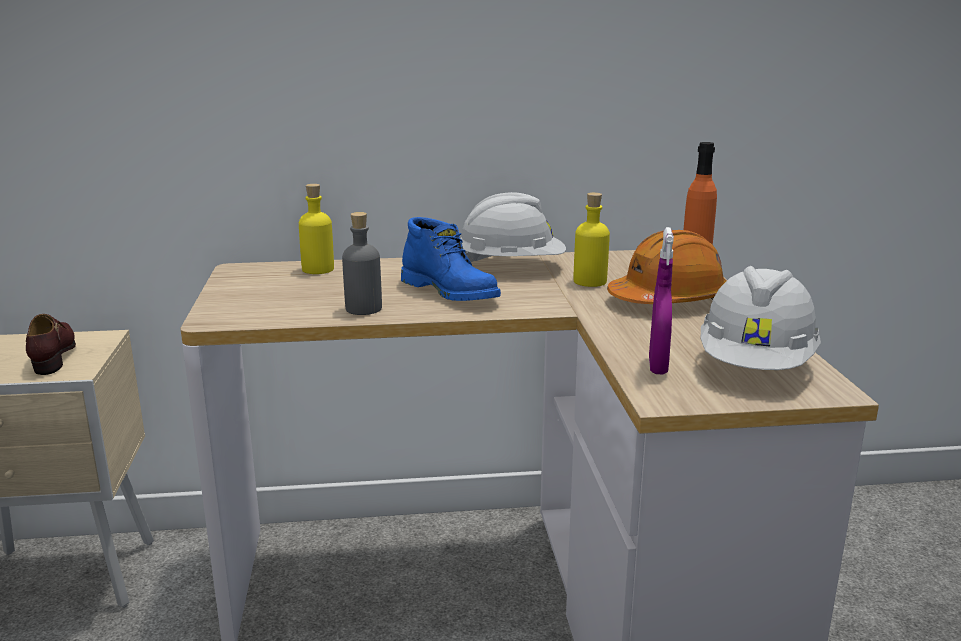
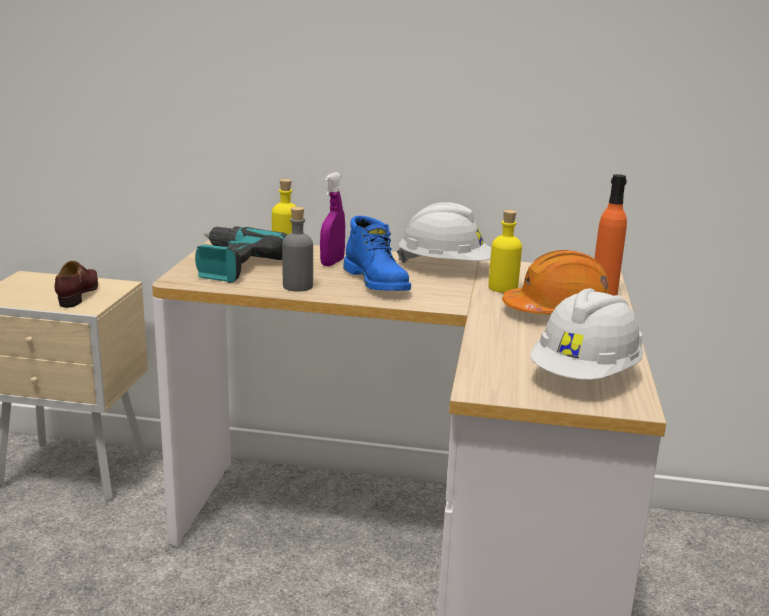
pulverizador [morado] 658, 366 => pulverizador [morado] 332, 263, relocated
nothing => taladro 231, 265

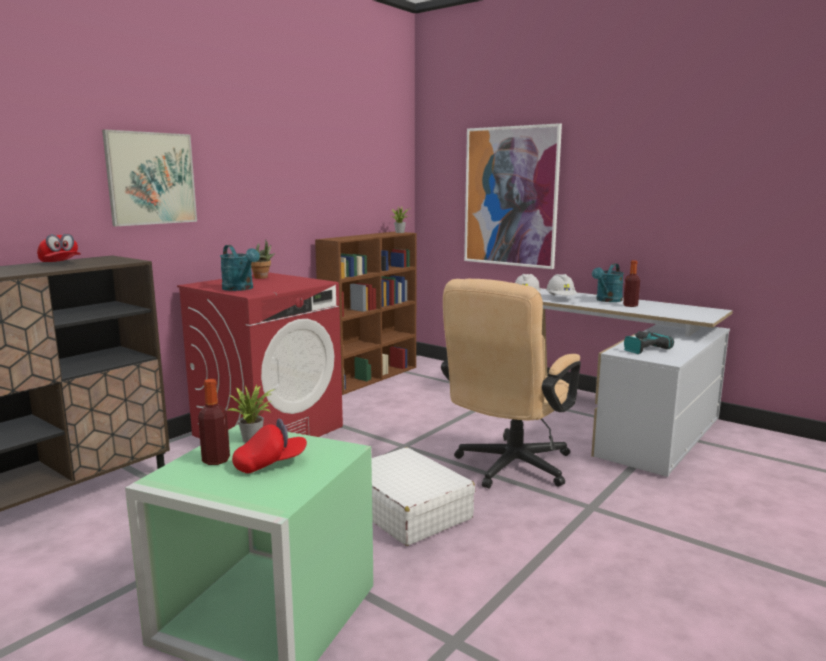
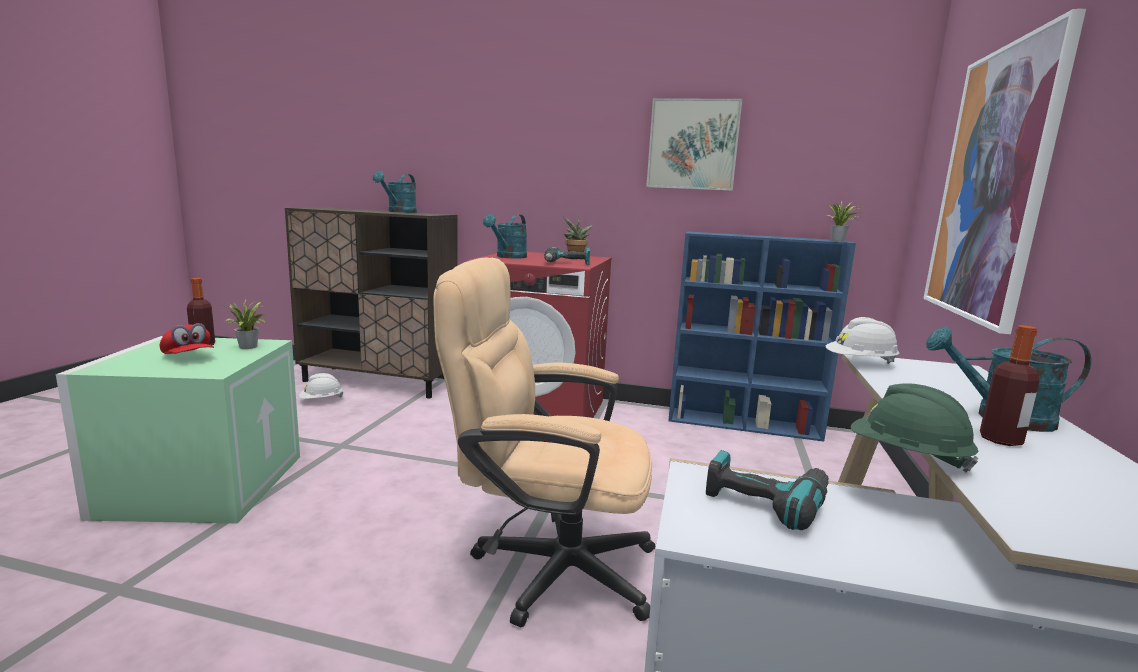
gorra [rojo] 60, 263 => regadera [turquesa] 399, 212
cuadro 151, 178 => cuadro 692, 144, relocated
estantería [marrón] 371, 377 => estantería [azul] 744, 424
maleta [blanco] 407, 510 => nothing
casco [blanco] 560, 298 => casco [blanco] 321, 400, relocated
nothing => taladro 566, 263
nothing => casco [verde] 906, 457

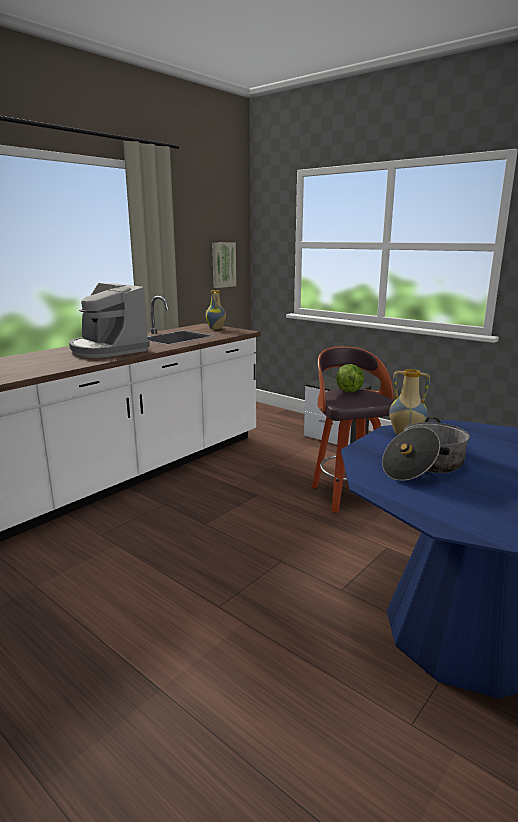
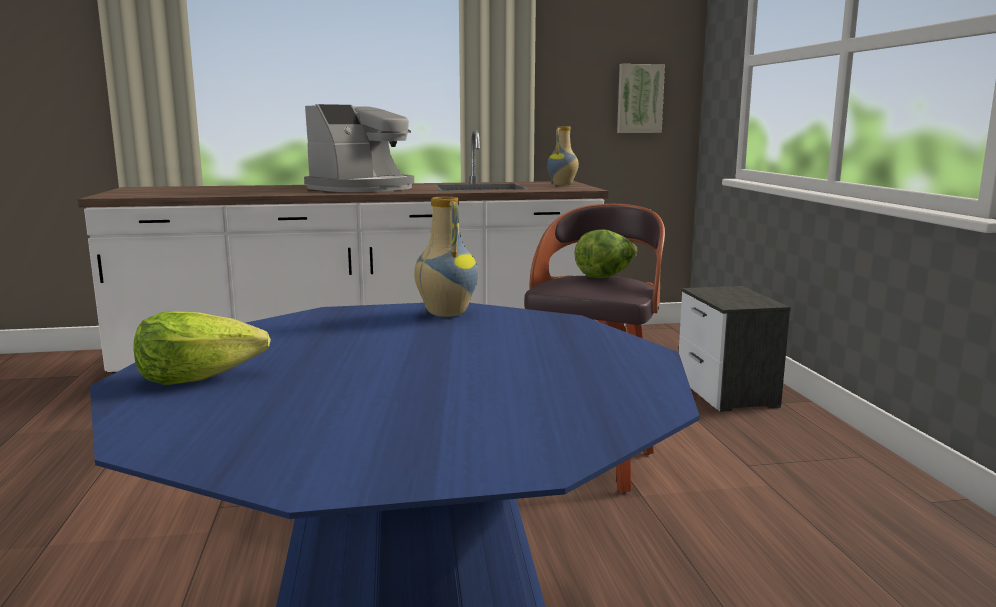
cafetera 107, 350 => cafetera 363, 188, 135 degrees counterclockwise
olla 423, 466 => nothing
nothing => lechuga 199, 378

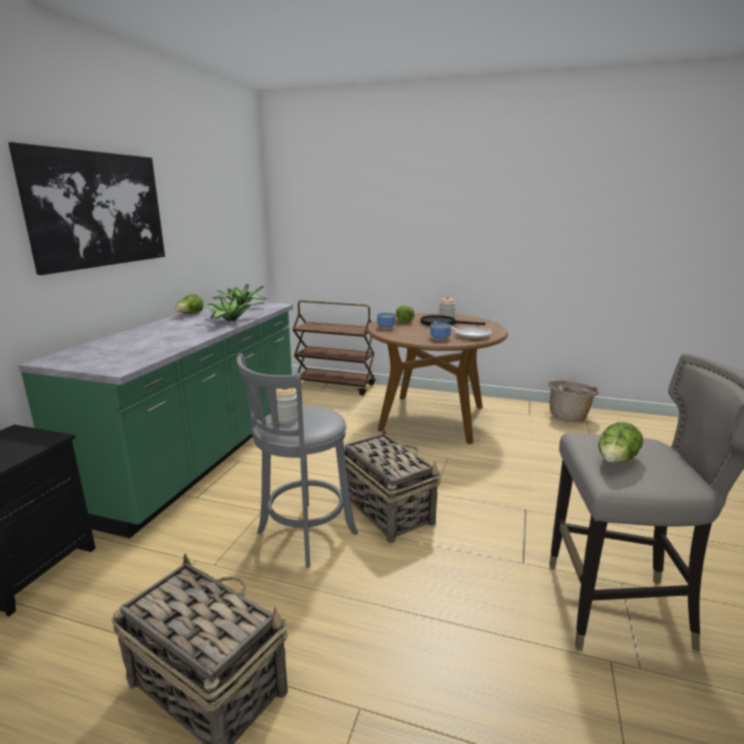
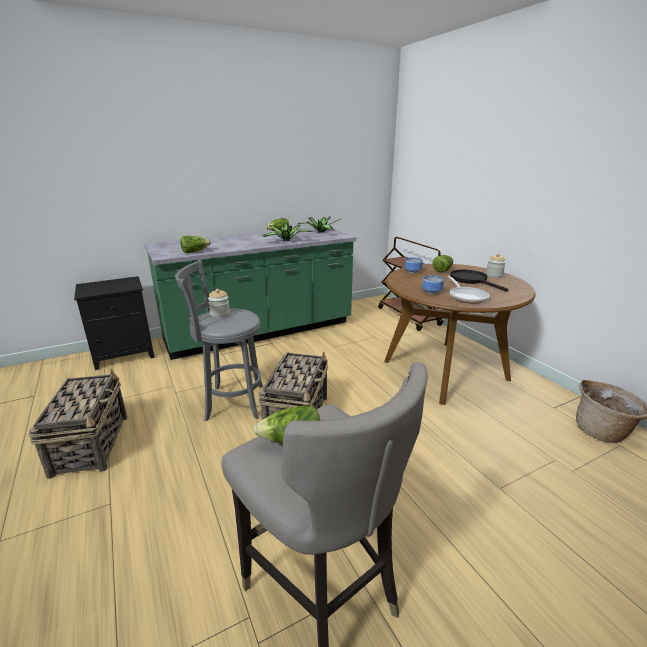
cuadro 98, 209 => nothing
nothing => lechuga 195, 251

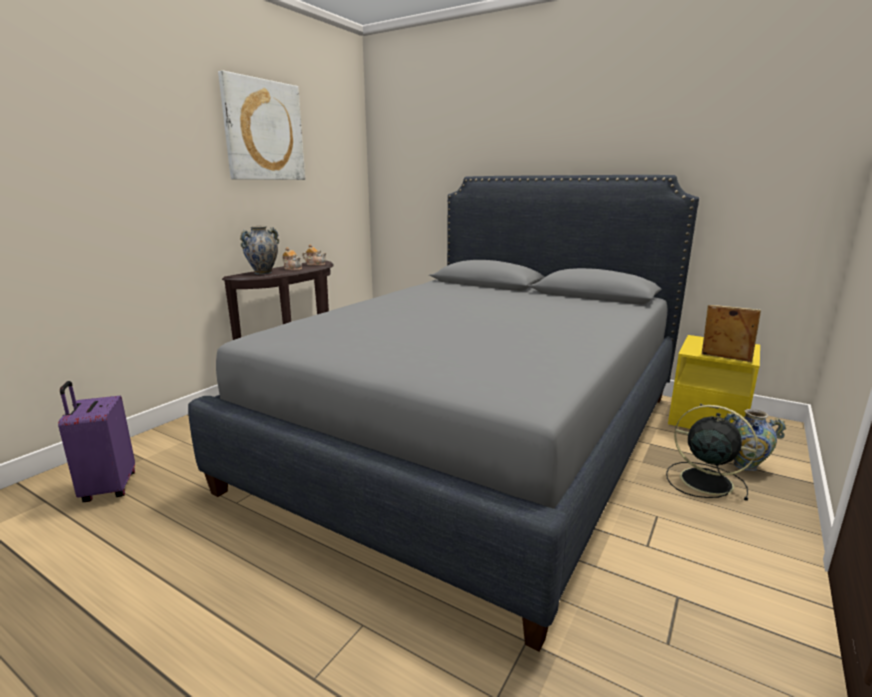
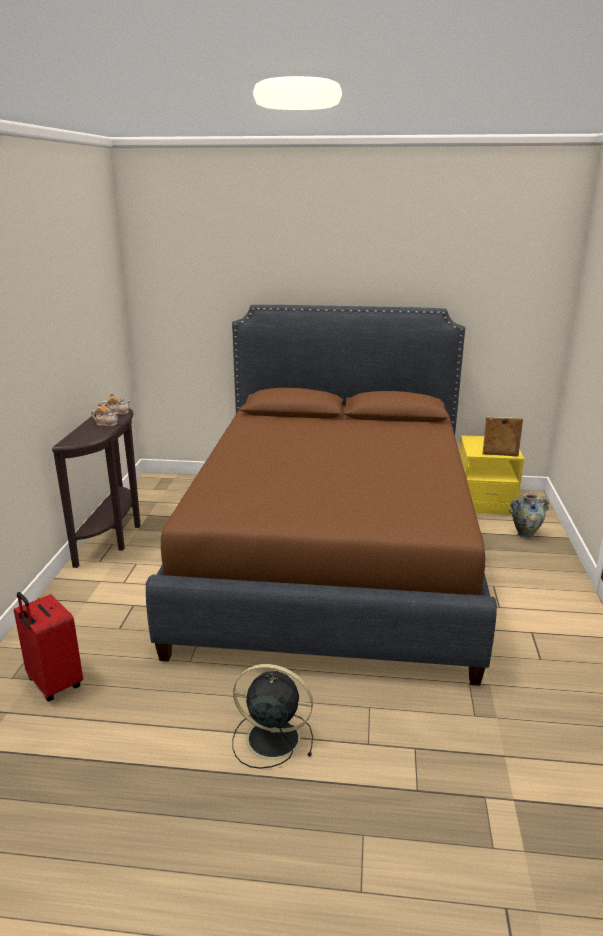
maleta [morado] 108, 488 => maleta [rojo] 53, 684
cama [gris] 477, 438 => cama [marrón] 332, 556
cuadro 263, 130 => nothing
florero 263, 273 => nothing
ventilador [negro] 703, 480 => ventilador [negro] 270, 738, relocated

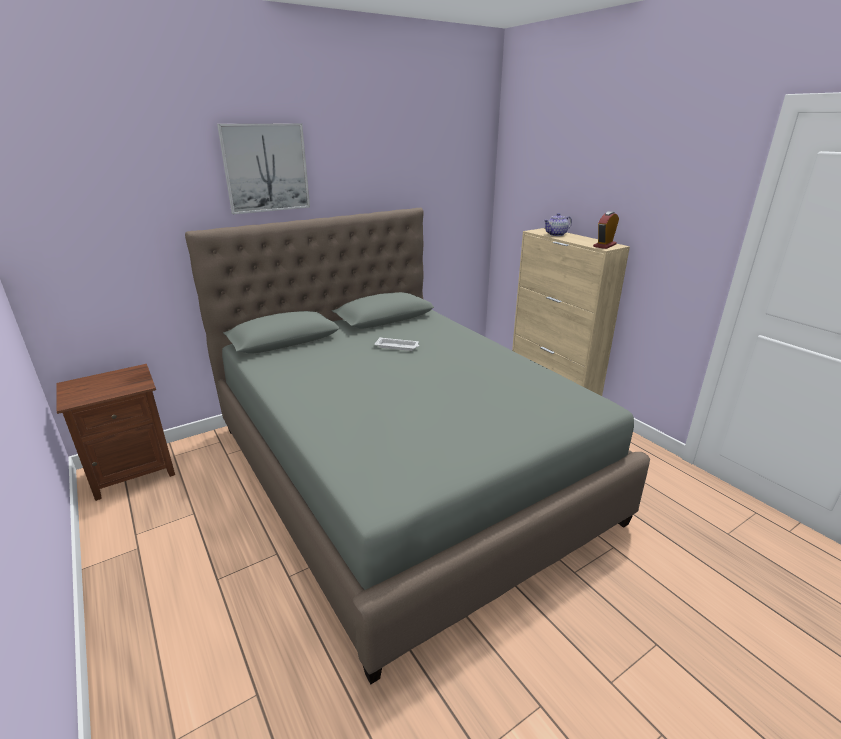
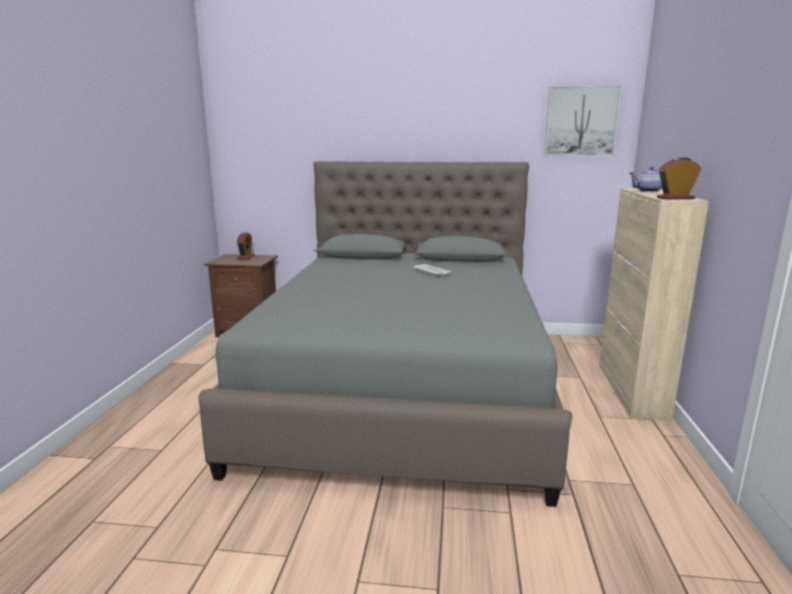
cuadro 265, 168 => cuadro 581, 121, relocated
nothing => despertador 246, 257

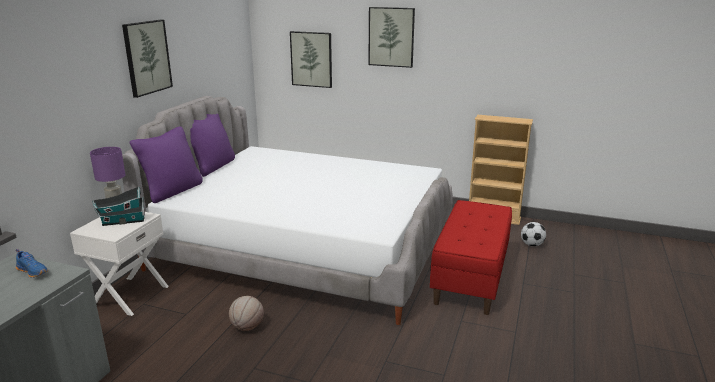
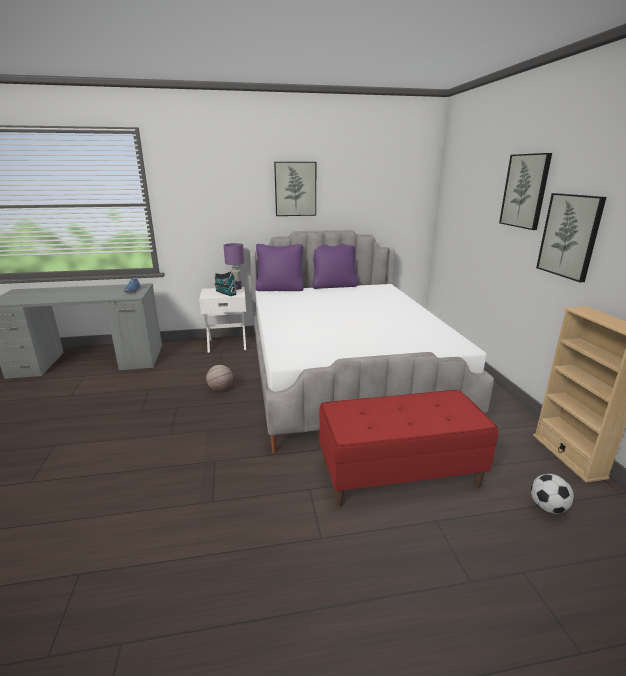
cuadro 311, 59 => cuadro 570, 236, relocated

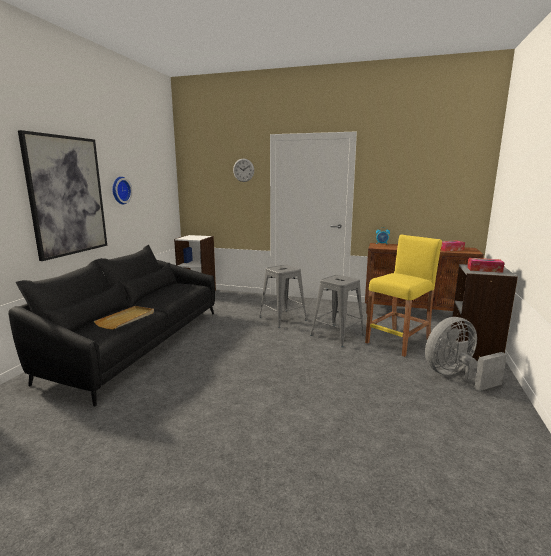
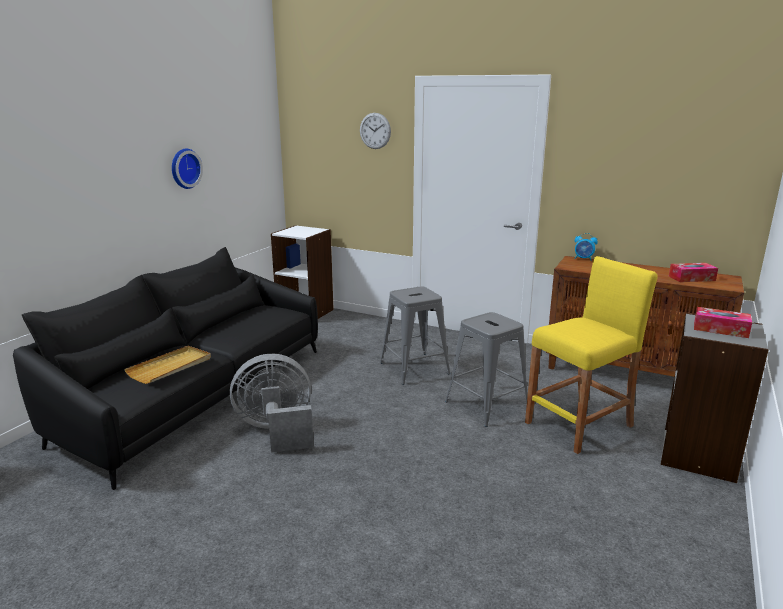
cuadro 67, 196 => nothing
ventilador [gris] 455, 376 => ventilador [gris] 277, 431, relocated

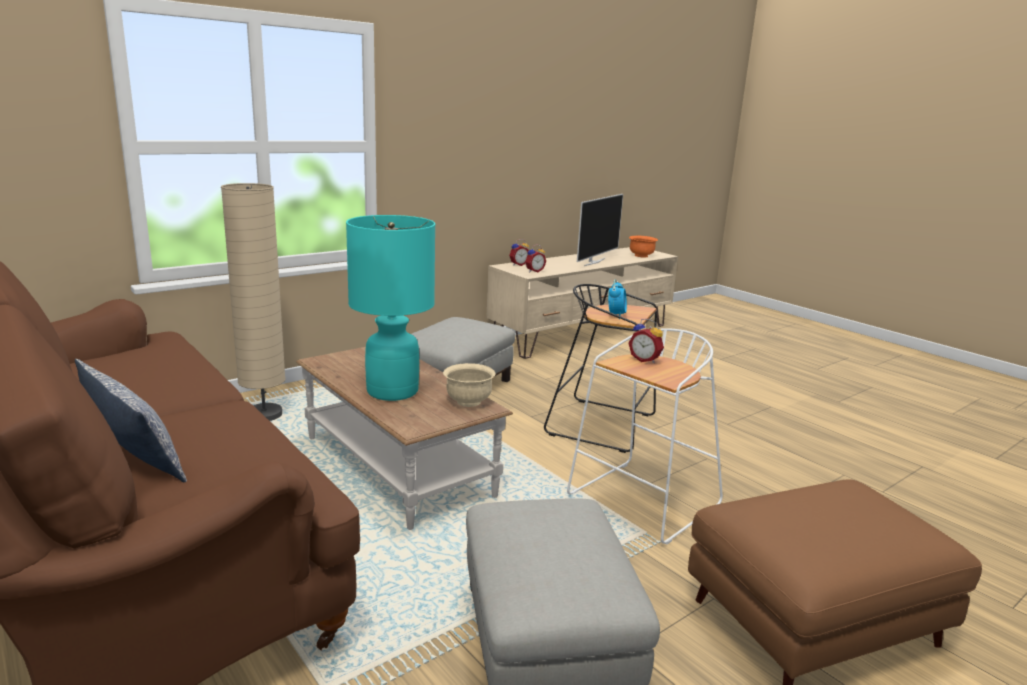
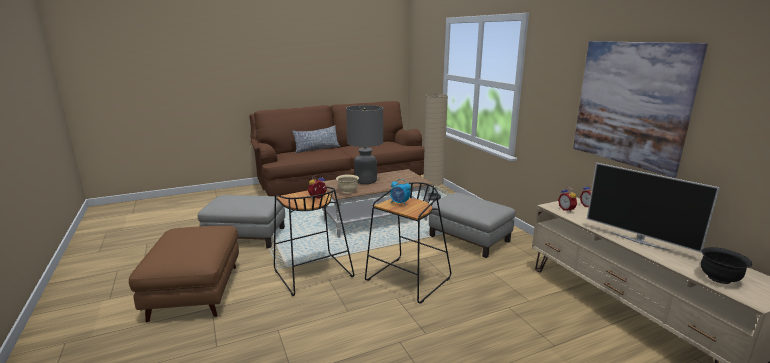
lámpara de mesa [turquesa] 392, 391 => lámpara de mesa [gris] 365, 181
taburete [blanco] 643, 502 => taburete [negro] 312, 273
cuenco [naranja] 641, 256 => cuenco [negro] 719, 279
nothing => cuadro 631, 104

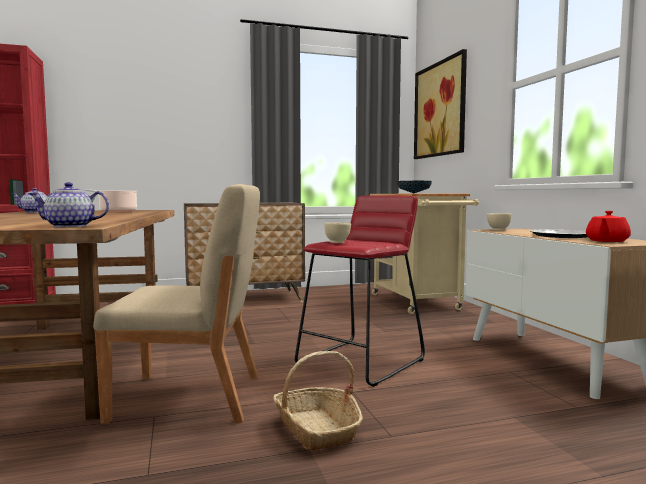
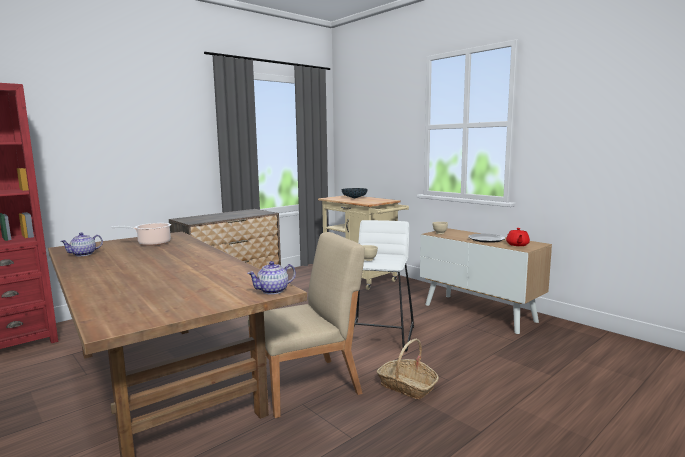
taburete [rojo] 361, 362 => taburete [blanco] 380, 335
cuadro 440, 109 => nothing

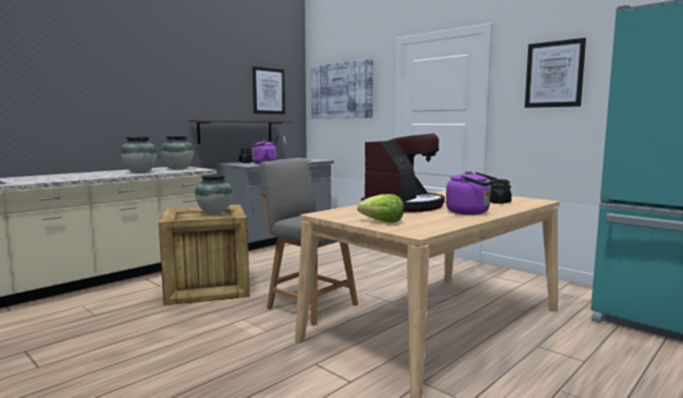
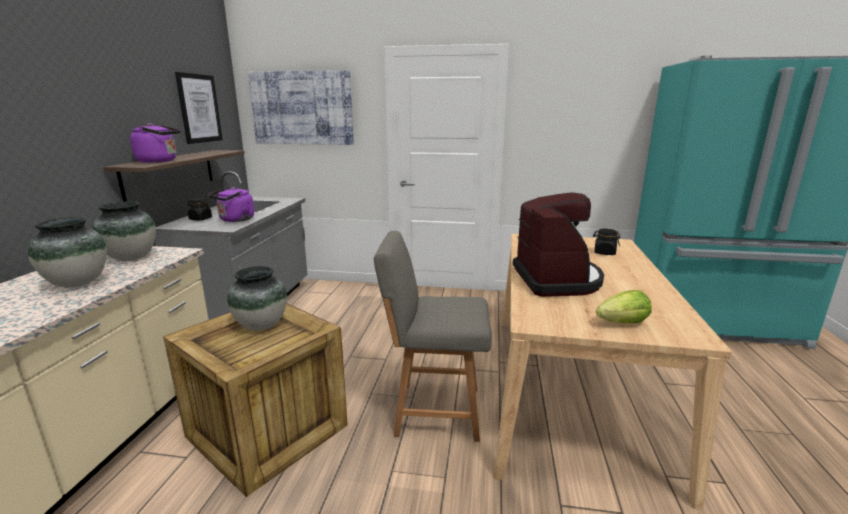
hervidor [morado] 470, 212 => hervidor [morado] 160, 161, relocated
cuadro 554, 74 => nothing

